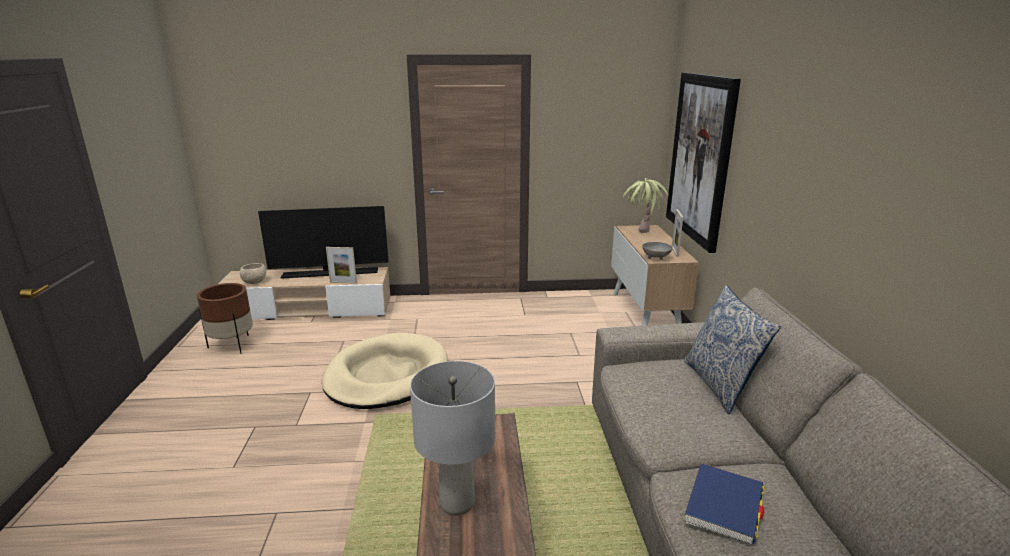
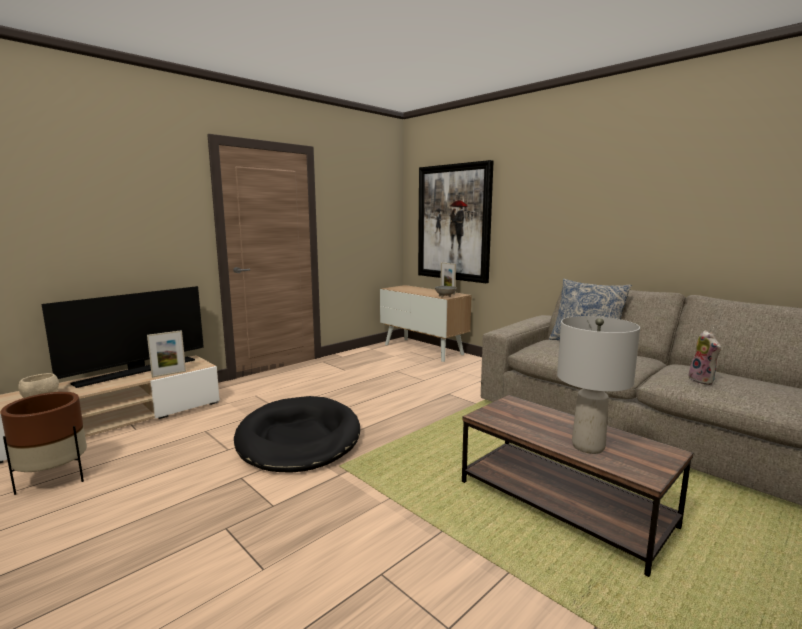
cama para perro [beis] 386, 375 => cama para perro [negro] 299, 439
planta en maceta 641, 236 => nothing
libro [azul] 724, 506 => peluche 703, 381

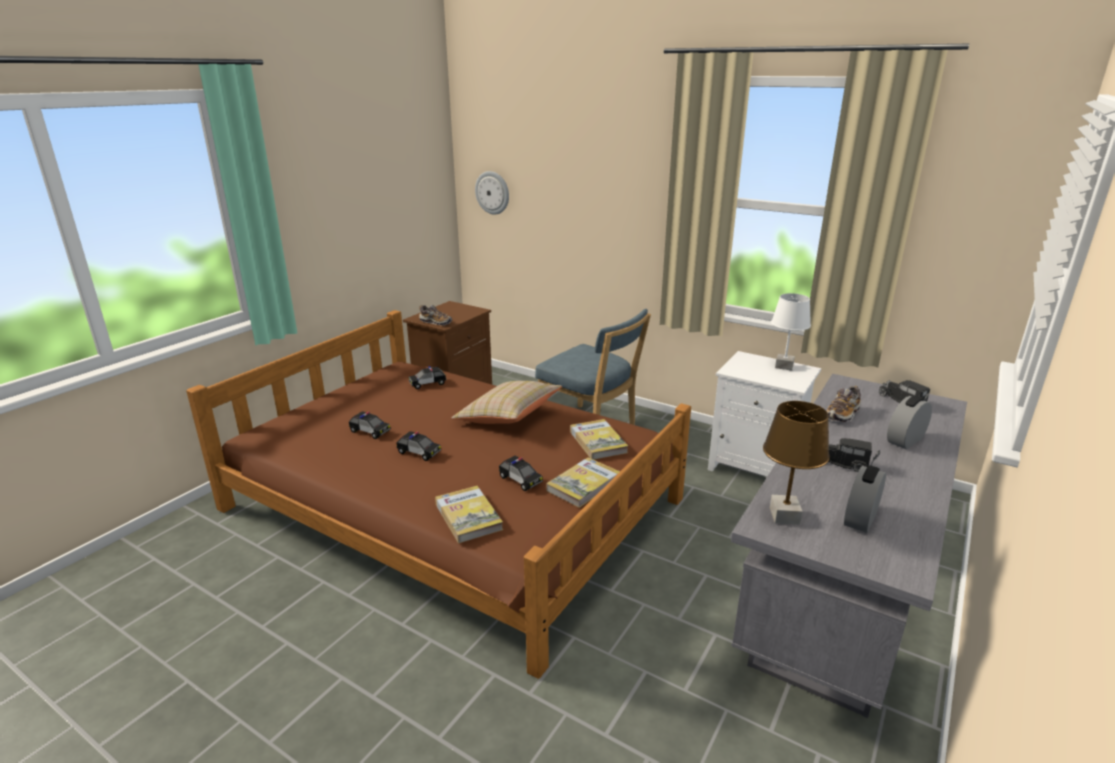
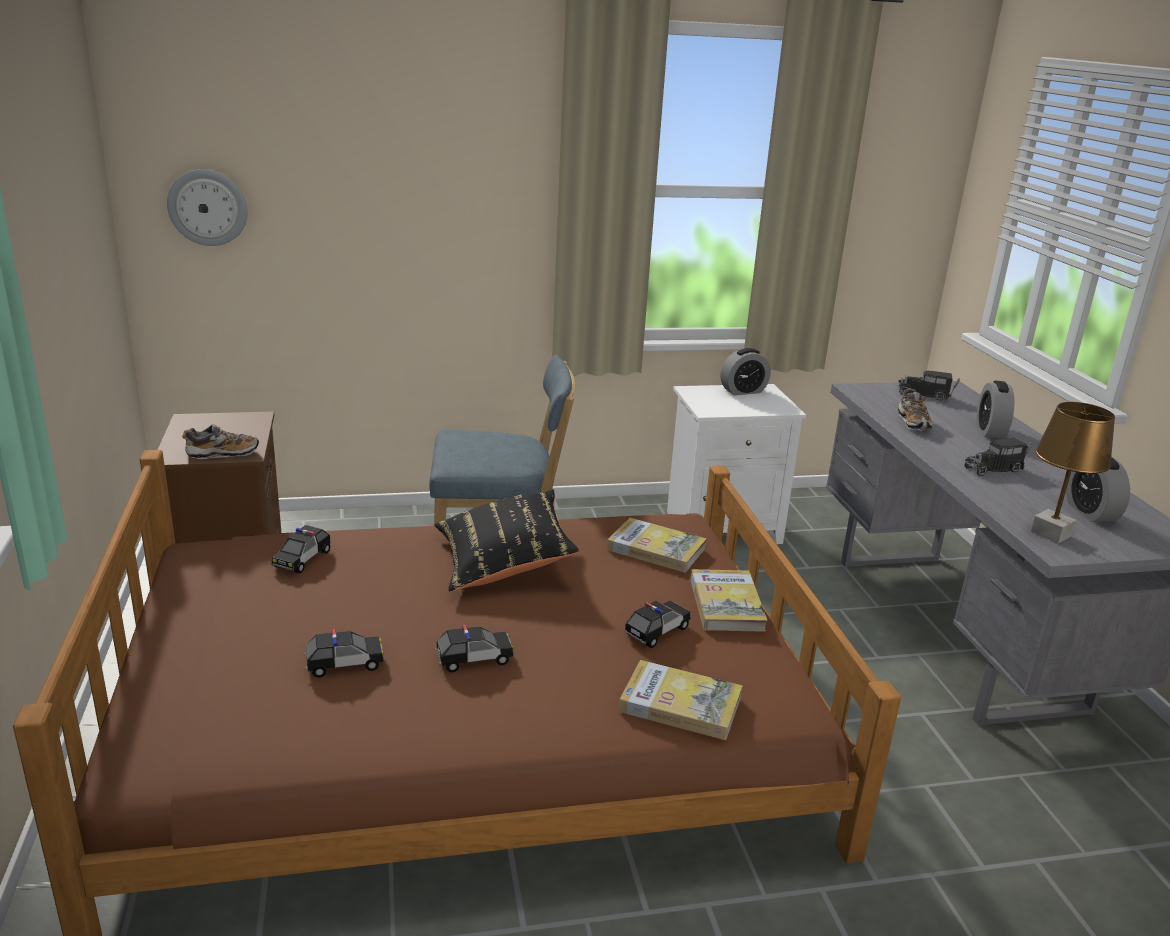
cojín [beis] 508, 417 => cojín [negro] 503, 562
coche de juguete 520, 480 => coche de juguete 656, 631, 45 degrees counterclockwise
lámpara de mesa [blanco] 784, 366 => despertador 743, 391

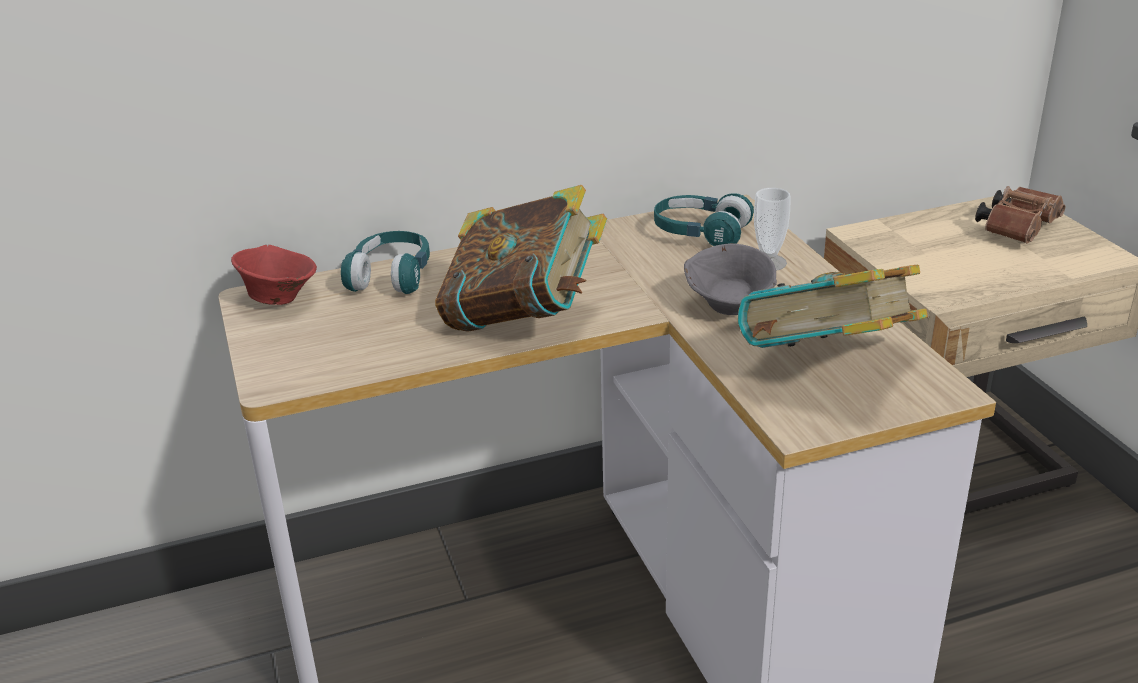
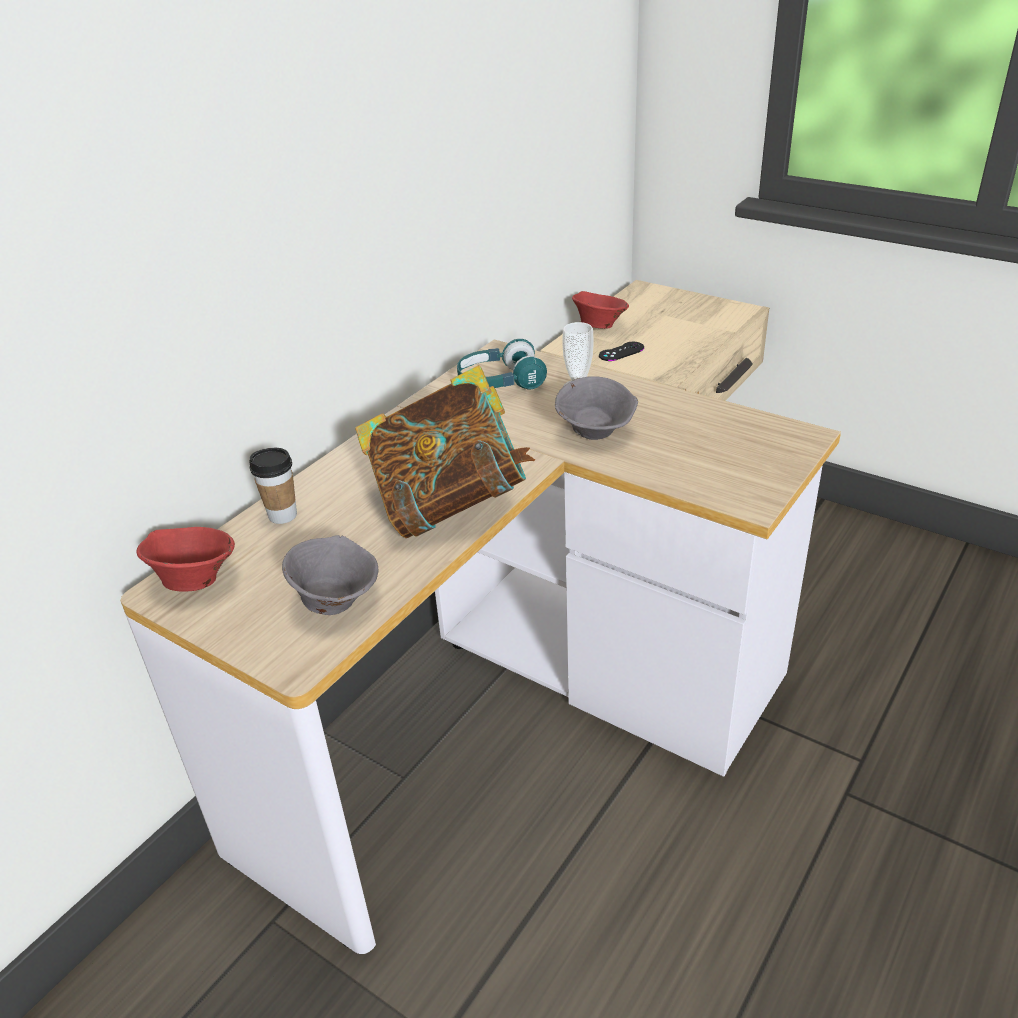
auriculares [turquesa] 391, 276 => taza 282, 515
libro 828, 369 => nothing
prismáticos [marrón] 1018, 229 => nothing
nothing => cuenco [gris] 336, 601
nothing => cuenco [rojo] 599, 326
nothing => mando de consola [negro] 621, 352

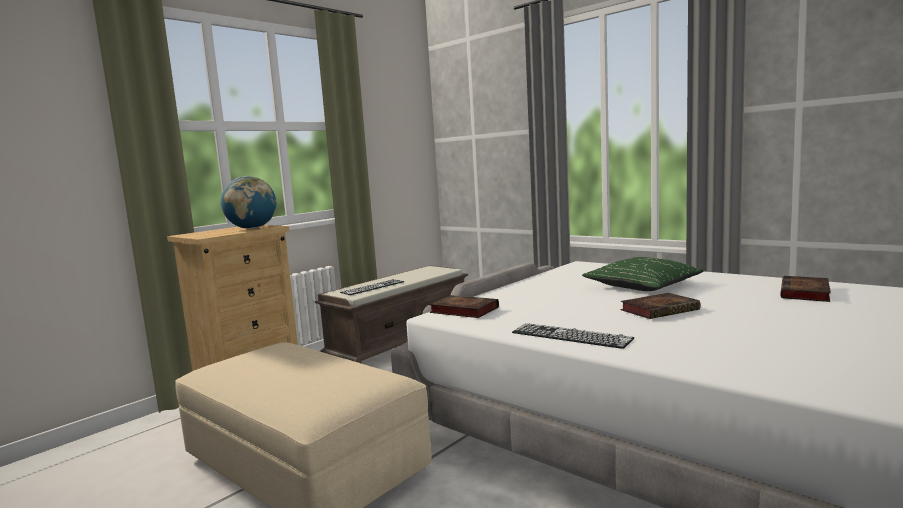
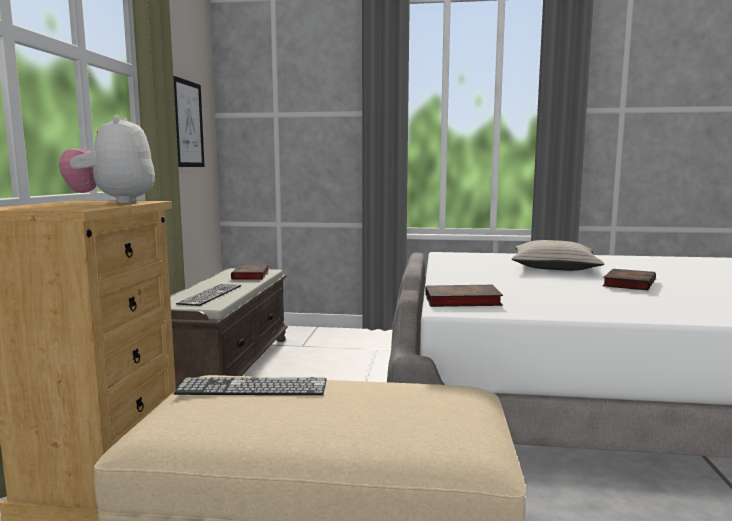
globo terráqueo 252, 228 => peluche 114, 202
teclado 570, 336 => teclado 252, 387, relocated
cojín [verde] 643, 285 => cojín [beis] 554, 267
libro 805, 293 => libro 251, 275, relocated
nothing => cuadro 188, 124

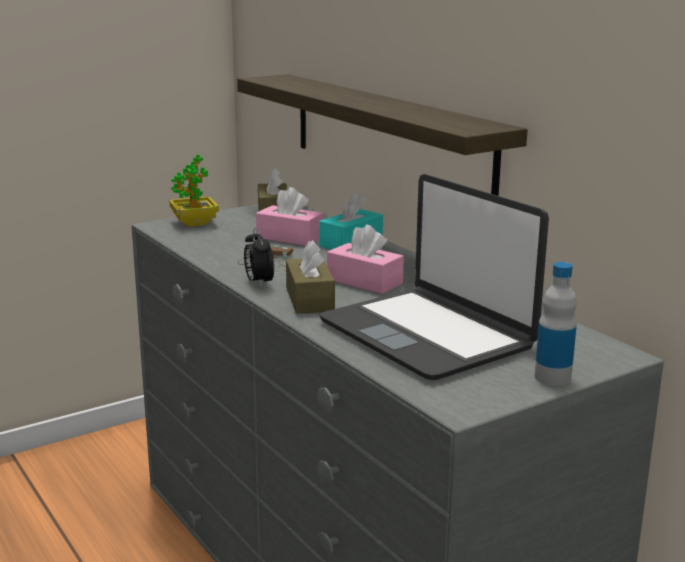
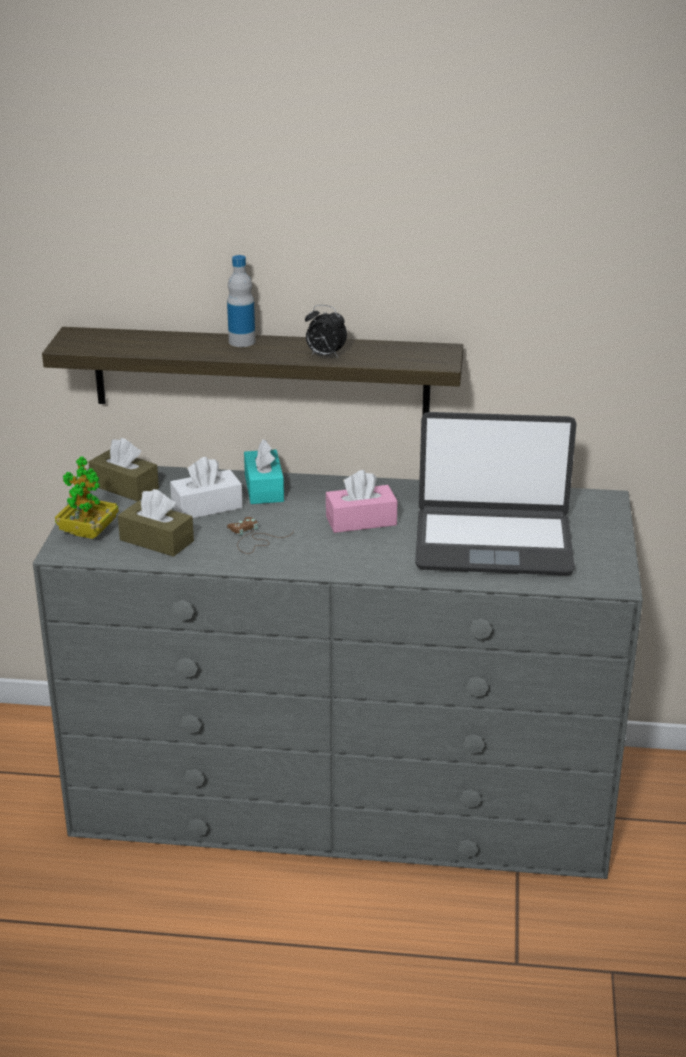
despertador 258, 282 => despertador 325, 355, relocated
caja de pañuelos [rosa] 290, 237 => caja de pañuelos [blanco] 207, 507
caja de pañuelos [marrón] 309, 299 => caja de pañuelos [marrón] 156, 540, relocated
botella 552, 377 => botella 242, 342, relocated

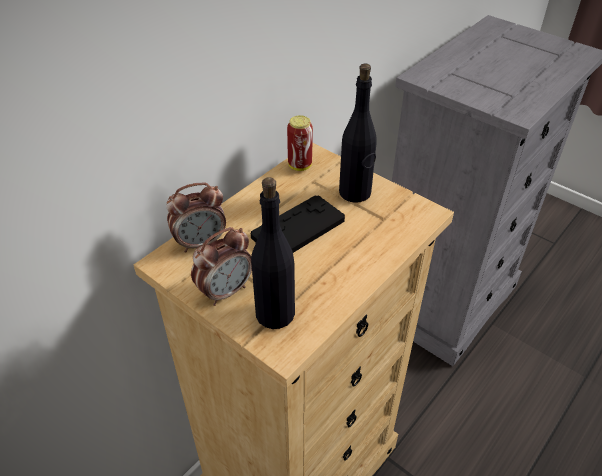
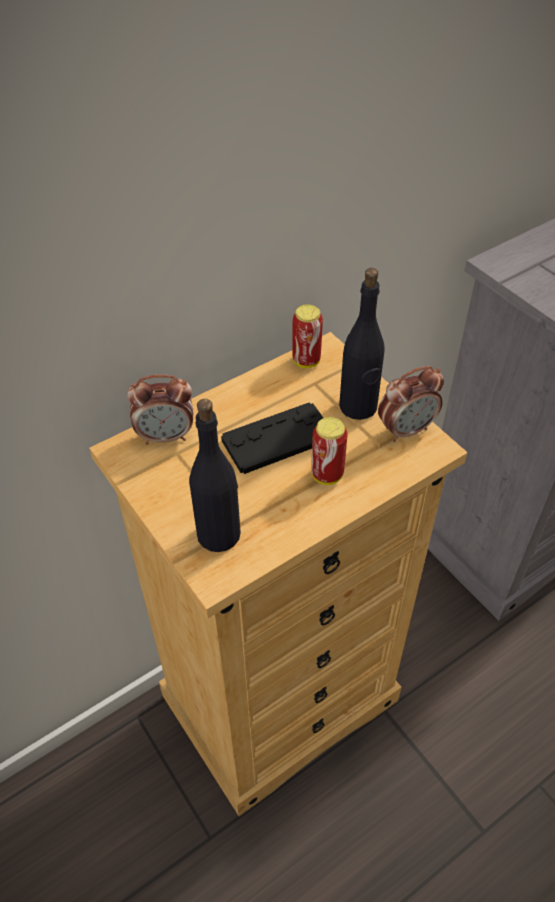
despertador 226, 291 => despertador 406, 430, relocated
nothing => lata 327, 475

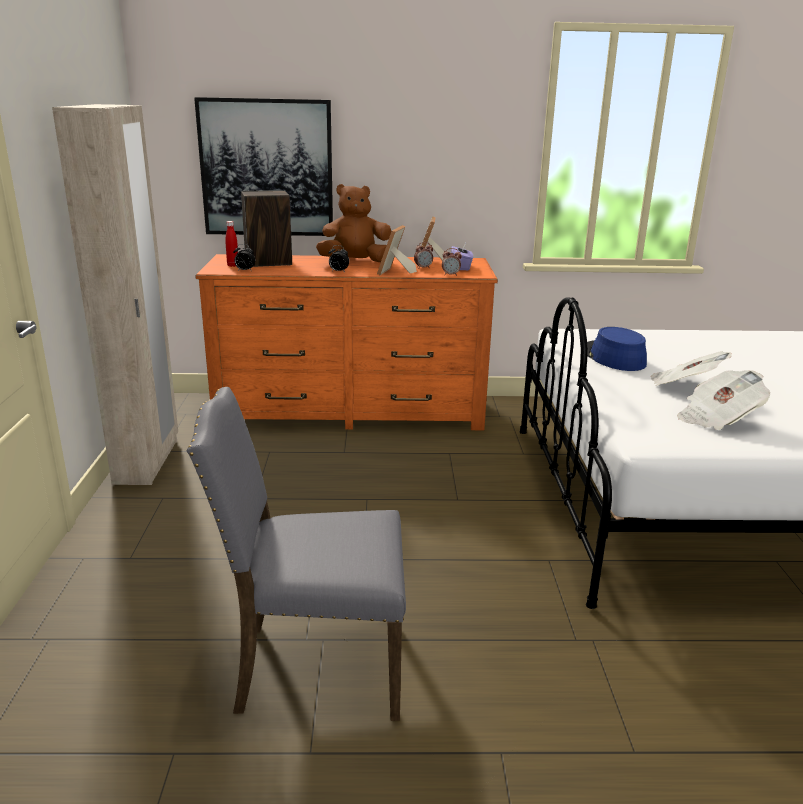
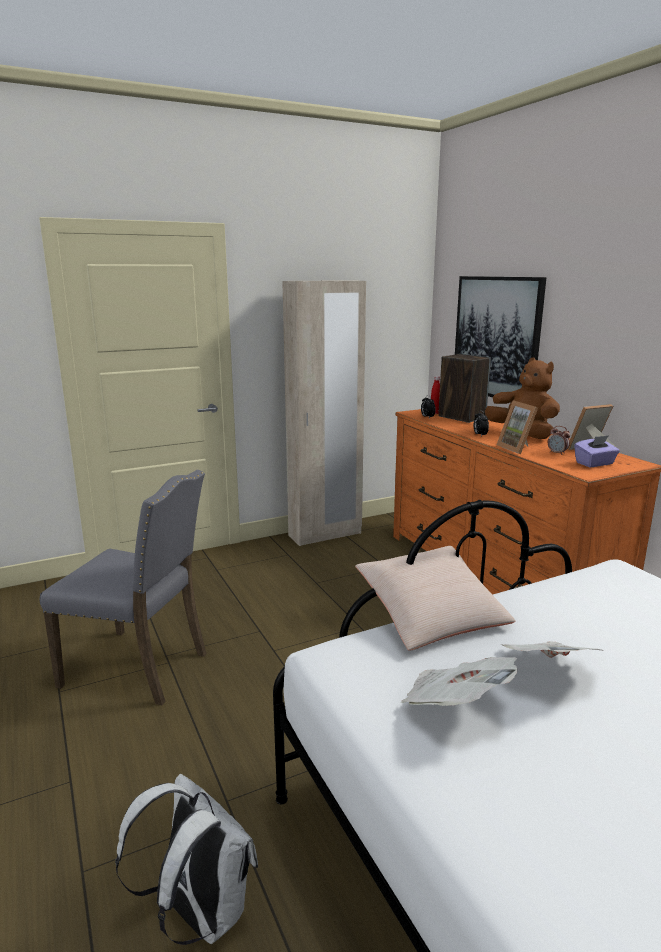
silla [gris] 315, 666 => silla [gris] 139, 668, 135 degrees clockwise
portarretratos 395, 272 => portarretratos 518, 448, 105 degrees counterclockwise
despertador 451, 275 => nothing
sombrero [azul] 613, 357 => nothing
nothing => mochila [blanco] 199, 912
nothing => cojín [beis] 431, 614

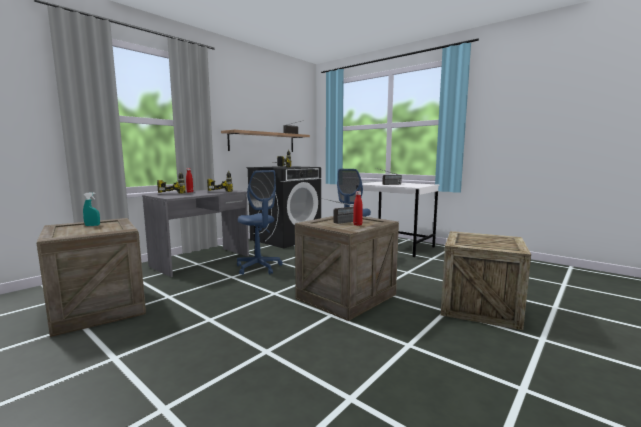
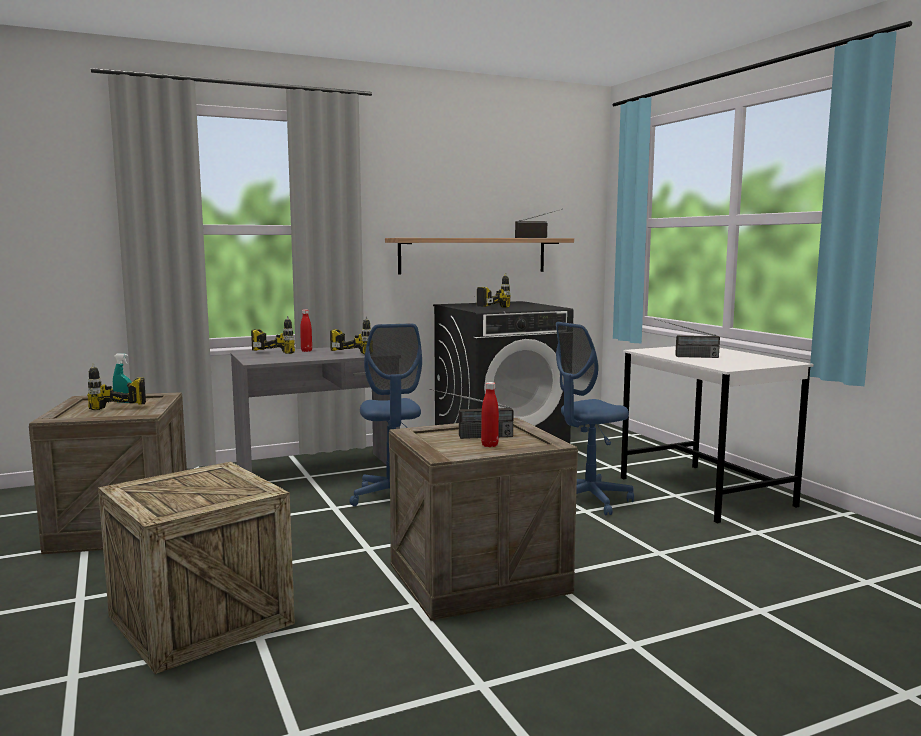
caja de embalaje 479, 307 => caja de embalaje 200, 620, relocated
nothing => taladro 115, 412

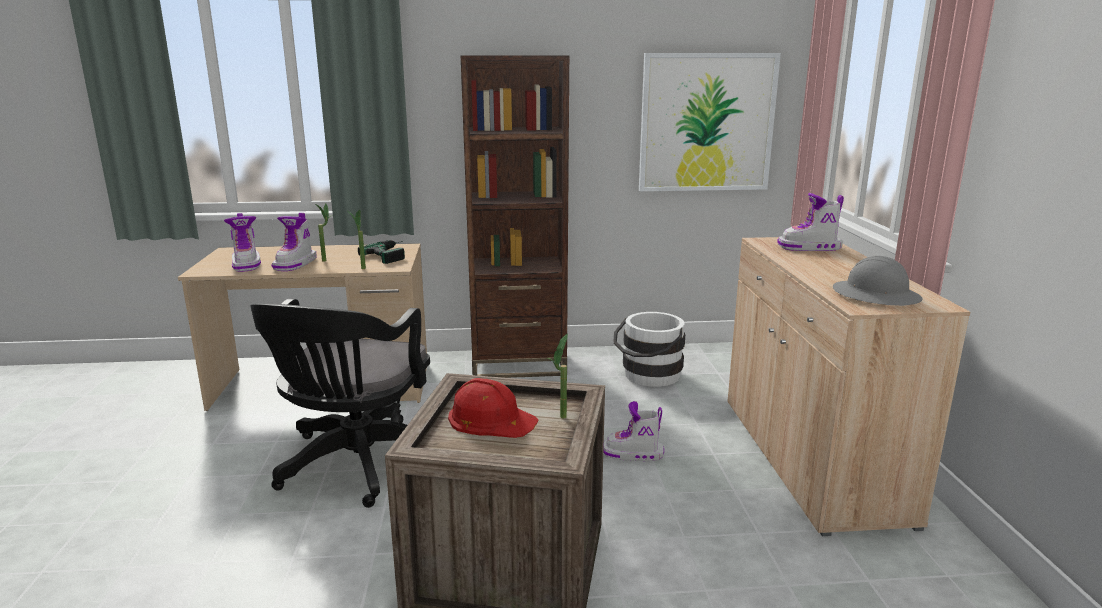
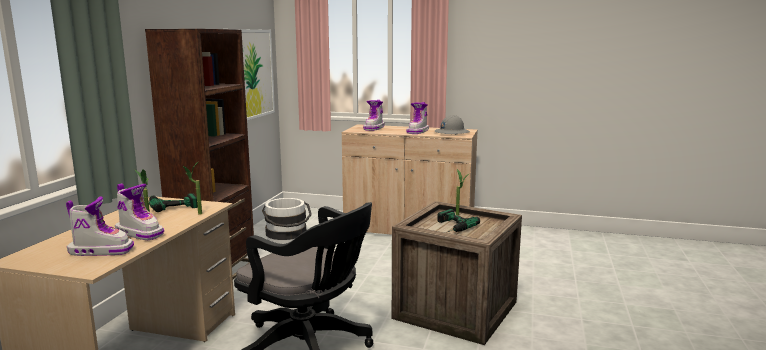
casco [rojo] 491, 419 => taladro 451, 226
bota 633, 454 => bota 418, 131, relocated

